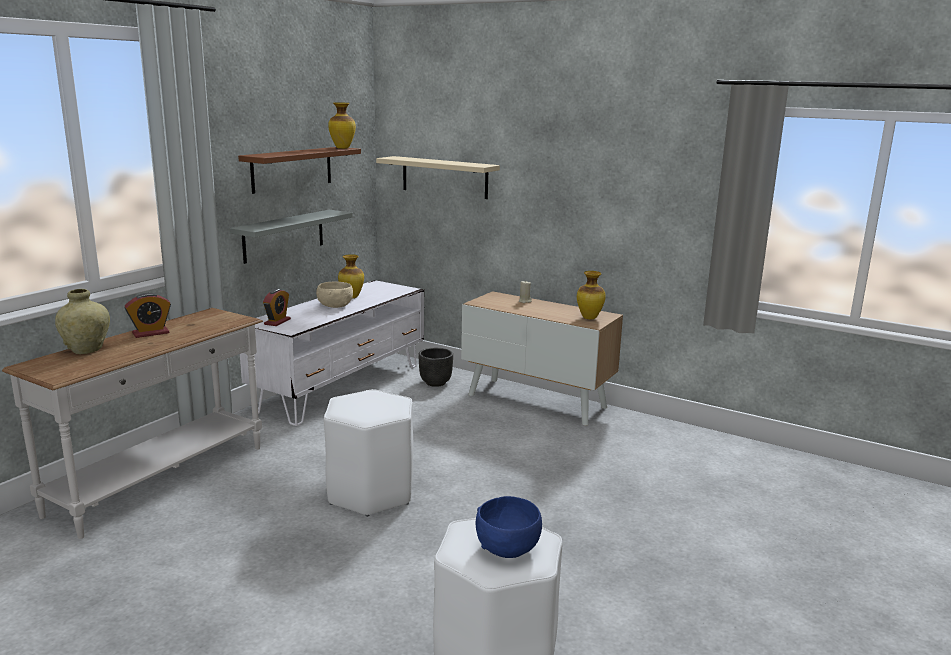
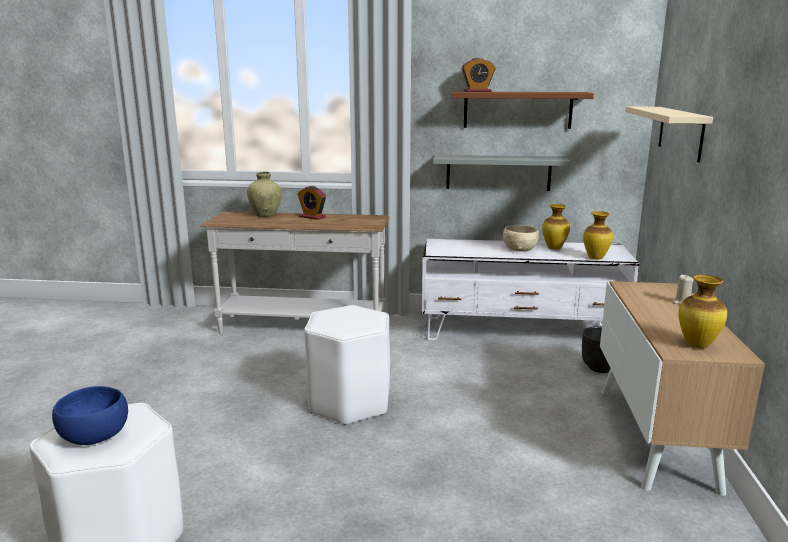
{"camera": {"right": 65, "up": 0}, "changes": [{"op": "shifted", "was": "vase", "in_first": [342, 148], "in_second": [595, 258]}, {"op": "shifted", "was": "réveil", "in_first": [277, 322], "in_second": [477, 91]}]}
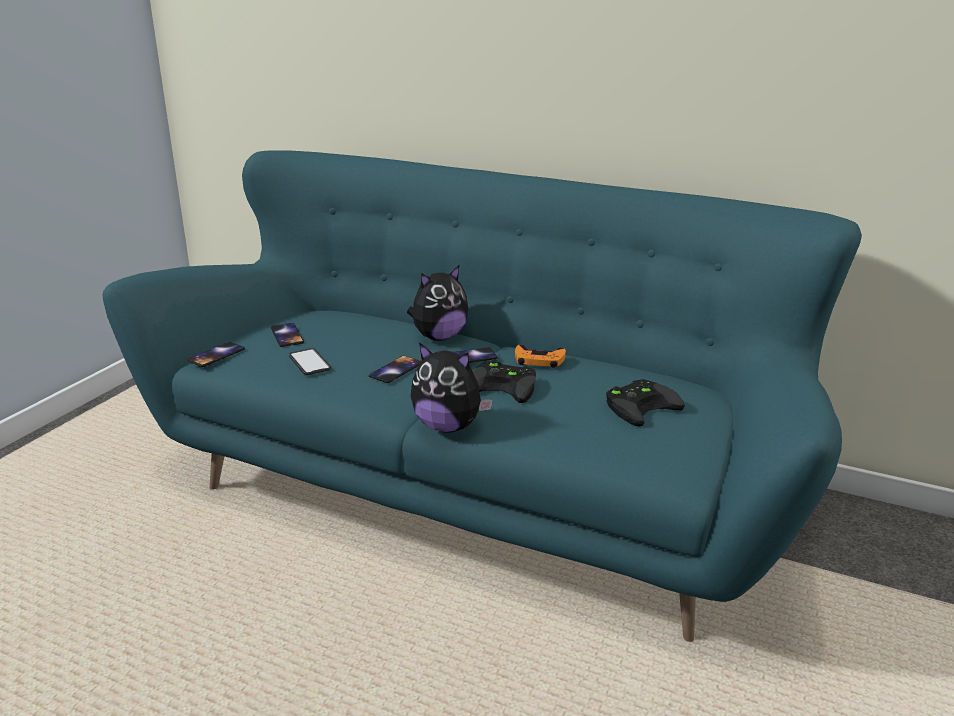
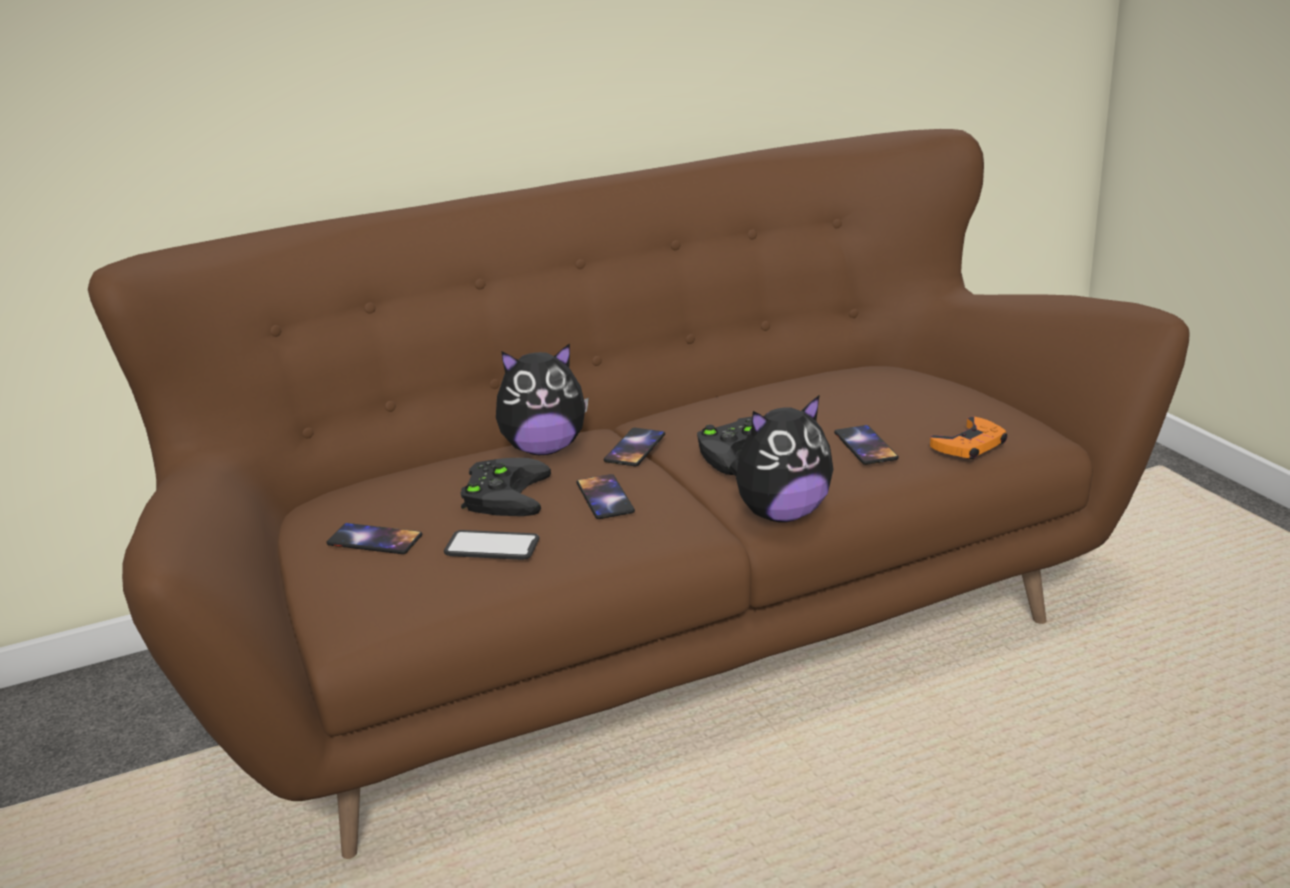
{"camera": {"right": -50, "up": 0}, "changes": [{"op": "repainted", "was": "canapé [turquoise]", "now": "canapé [marron]", "in_first": [476, 491], "in_second": [654, 638]}, {"op": "rotated", "was": "peluche", "in_first": [439, 337], "in_second": [543, 449], "clockwise": 75}, {"op": "shifted", "was": "téléphone", "in_first": [216, 355], "in_second": [865, 446]}, {"op": "shifted", "was": "manette [orange]", "in_first": [539, 360], "in_second": [970, 445]}, {"op": "shifted", "was": "manette [noir]", "in_first": [641, 405], "in_second": [502, 493]}]}
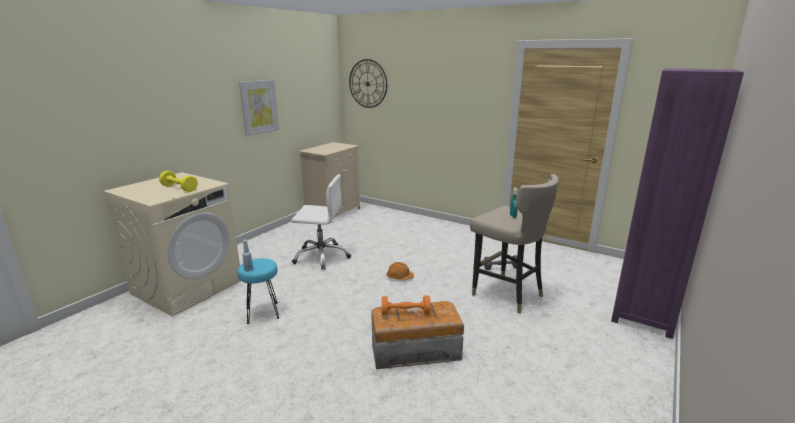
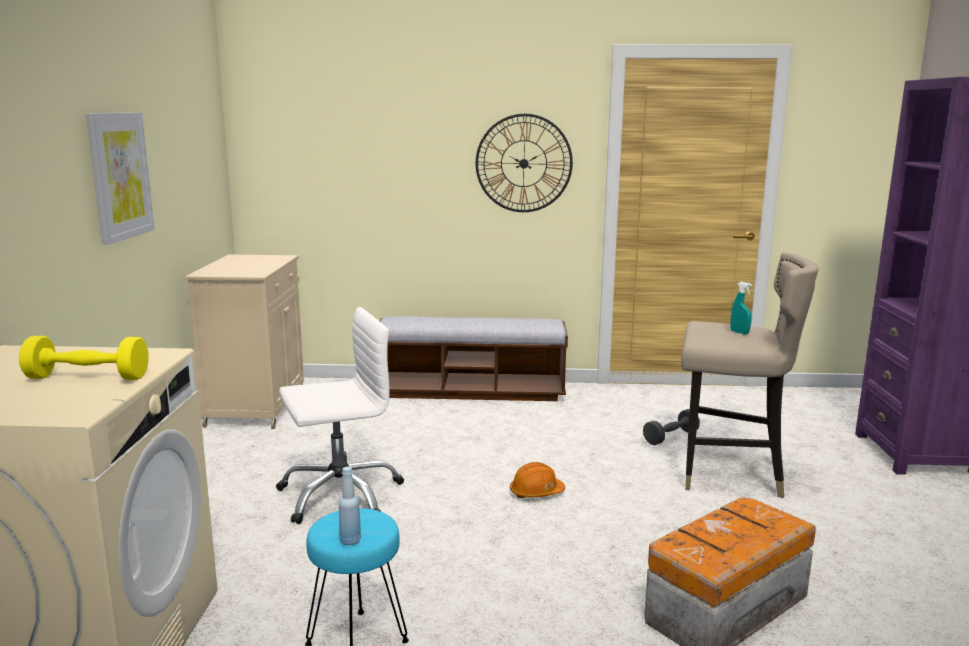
{"camera": {"right": -30, "up": -5}, "changes": [{"op": "shifted", "was": "horloge murale", "in_first": [367, 83], "in_second": [523, 163]}, {"op": "gone", "was": "haltère [orange]", "in_first": [405, 313]}, {"op": "new", "now": "banc", "in_second": [471, 391]}]}
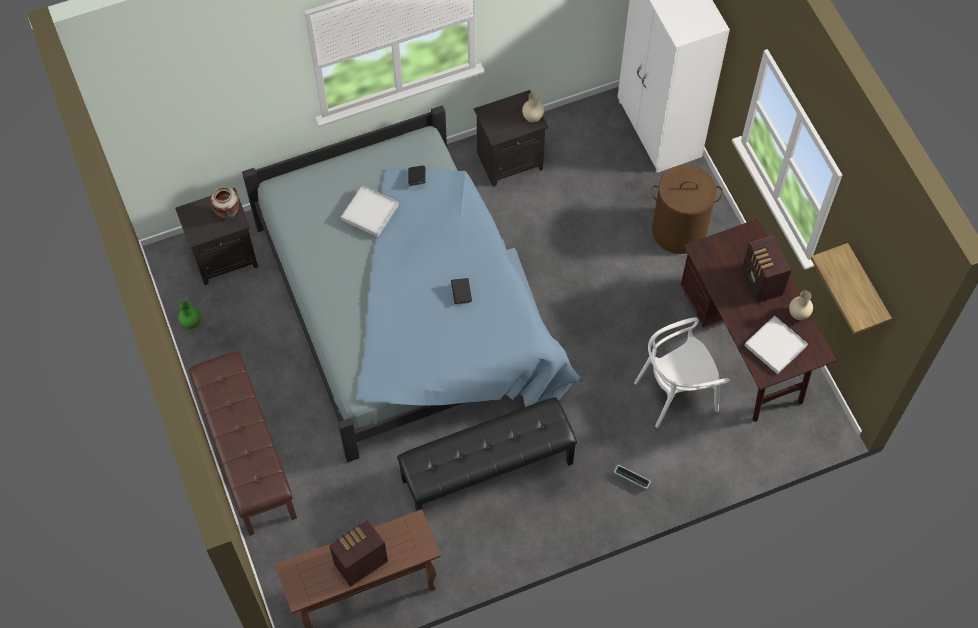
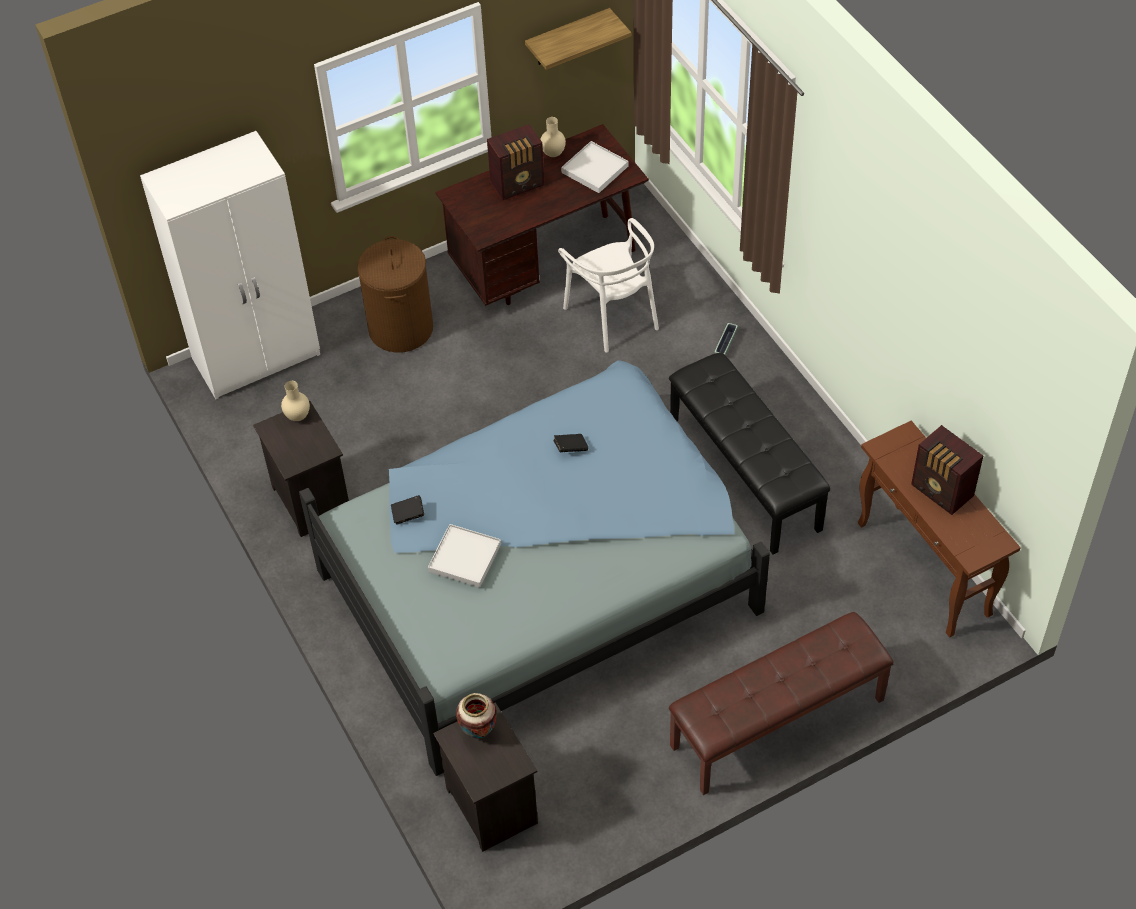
{"camera": {"right": -95, "up": -10}, "changes": [{"op": "gone", "was": "vase [vert]", "in_first": [192, 323]}]}
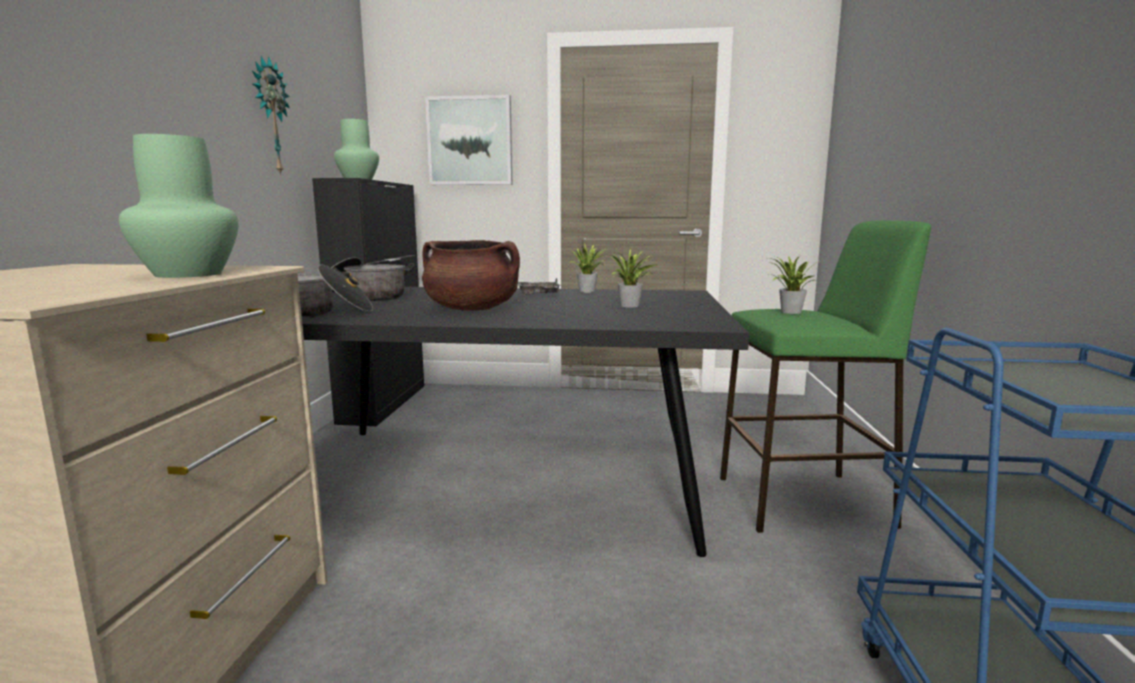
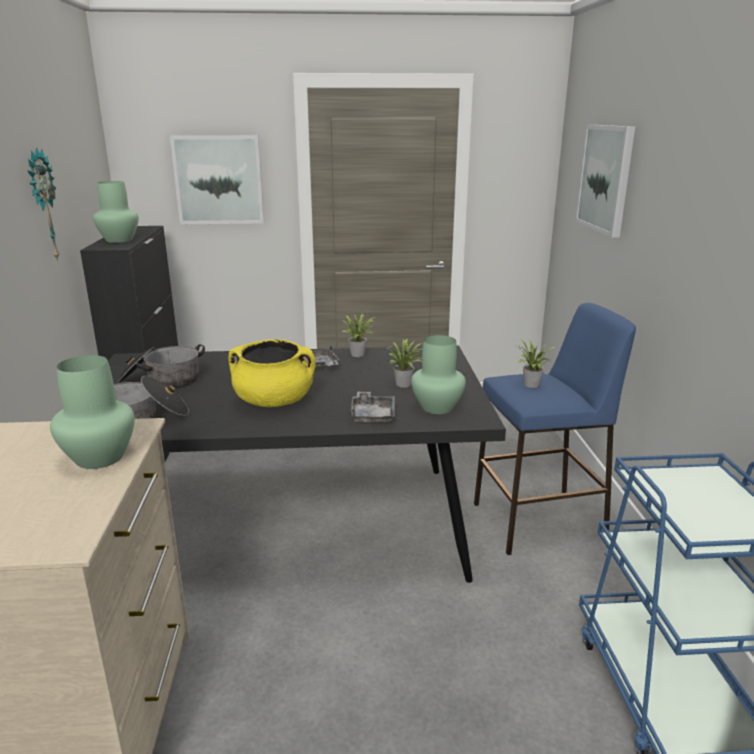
{"camera": {"right": -10, "up": 10}, "changes": [{"op": "repainted", "was": "tabouret [vert]", "now": "tabouret [bleu]", "in_first": [804, 501], "in_second": [539, 521]}, {"op": "repainted", "was": "marmite [marron]", "now": "marmite [jaune]", "in_first": [472, 309], "in_second": [274, 401]}, {"op": "new", "now": "tableau", "in_second": [606, 178]}, {"op": "new", "now": "vase [vert]", "in_second": [436, 407]}, {"op": "new", "now": "plateau [gris]", "in_second": [372, 415]}]}
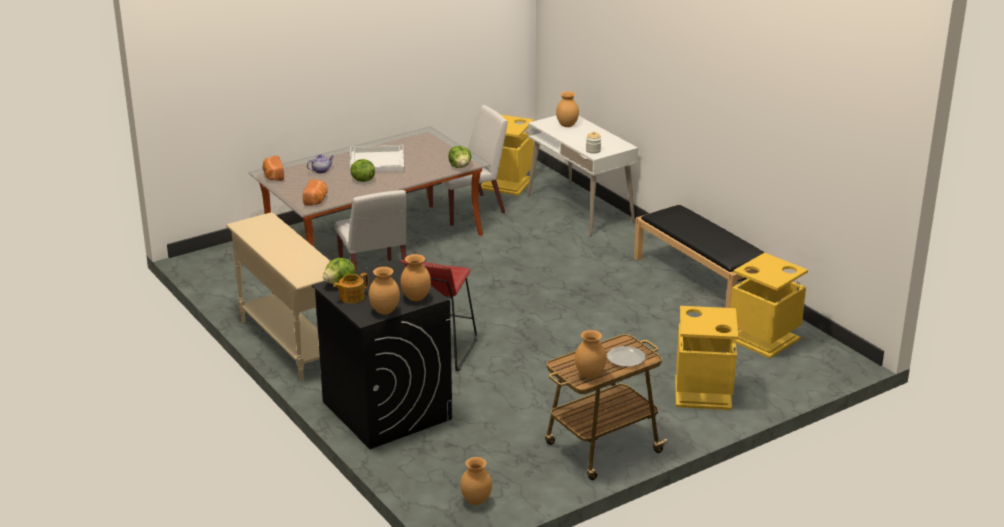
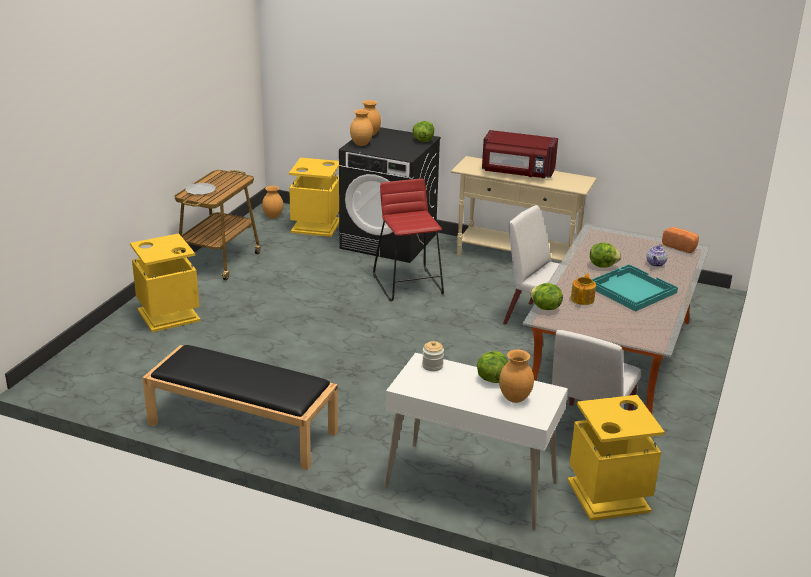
{"camera": {"right": 145, "up": 0}, "changes": [{"op": "repainted", "was": "plateau [blanc]", "now": "plateau [turquoise]", "in_first": [377, 161], "in_second": [630, 289]}, {"op": "gone", "was": "pain", "in_first": [316, 200]}, {"op": "shifted", "was": "poubelle [jaune]", "in_first": [763, 339], "in_second": [317, 226]}, {"op": "shifted", "was": "théière", "in_first": [351, 297], "in_second": [583, 299]}, {"op": "gone", "was": "vase [marron]", "in_first": [590, 375]}, {"op": "new", "now": "micro-ondes [rouge]", "in_second": [517, 173]}, {"op": "new", "now": "laitue", "in_second": [491, 379]}]}
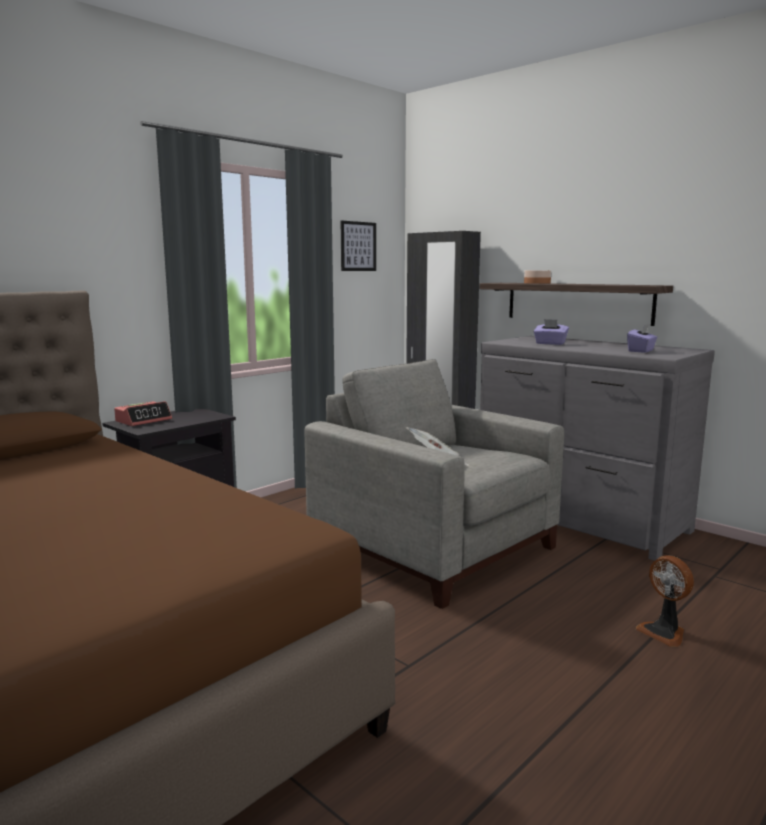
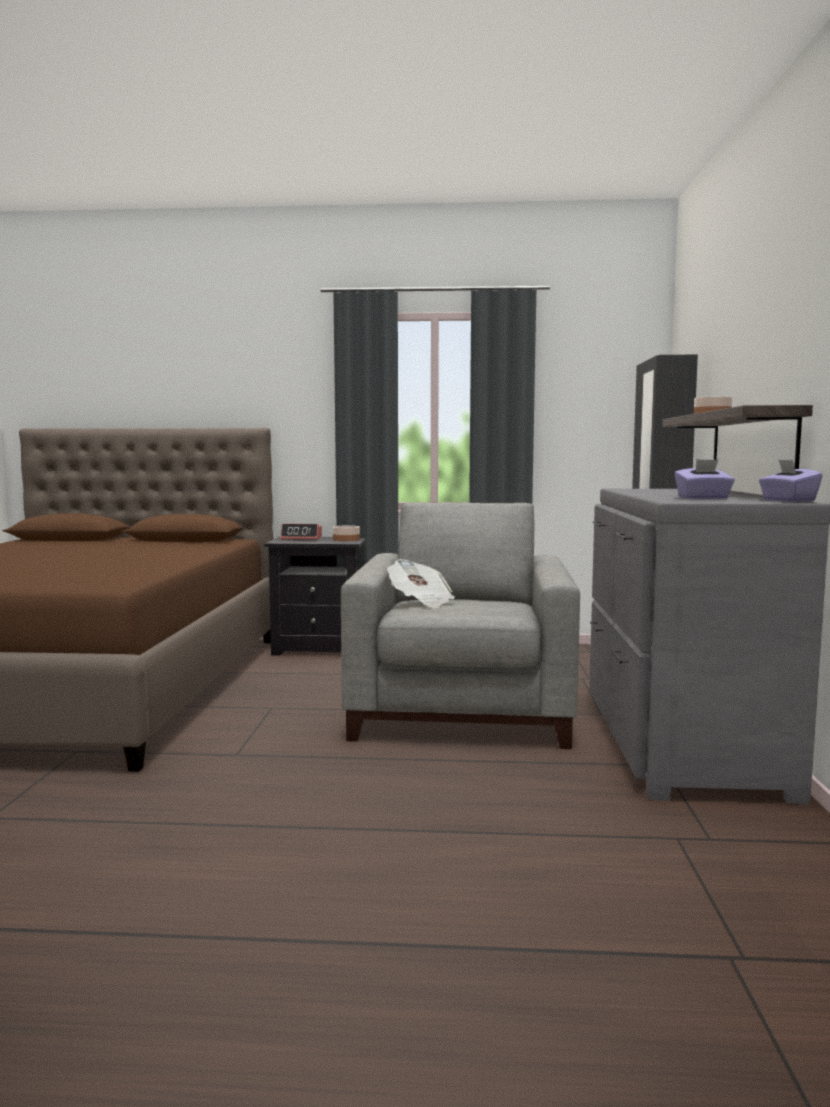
{"camera": {"right": 50, "up": -5}, "changes": [{"op": "gone", "was": "tableau", "in_first": [358, 246]}, {"op": "shifted", "was": "boîte à mouchoirs [violet]", "in_first": [550, 343], "in_second": [787, 501]}, {"op": "gone", "was": "ventilateur", "in_first": [664, 632]}, {"op": "new", "now": "bol", "in_second": [345, 539]}]}
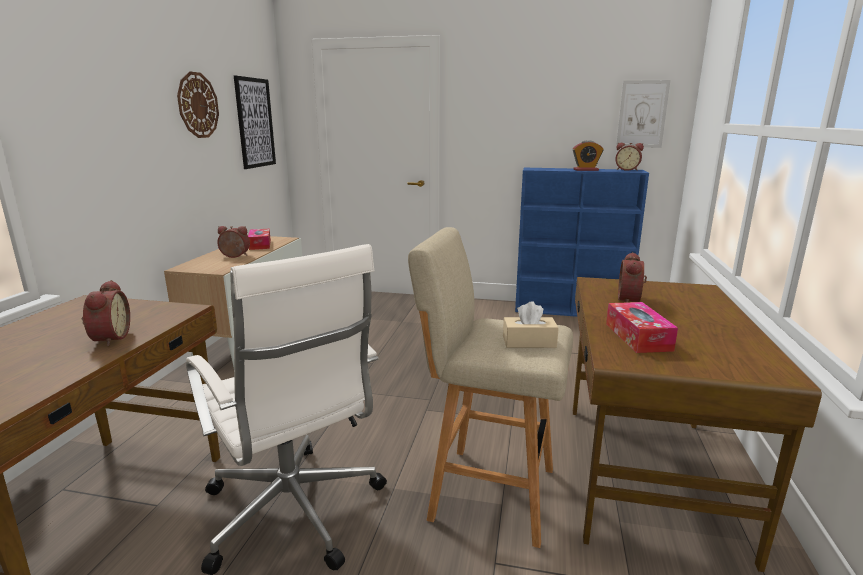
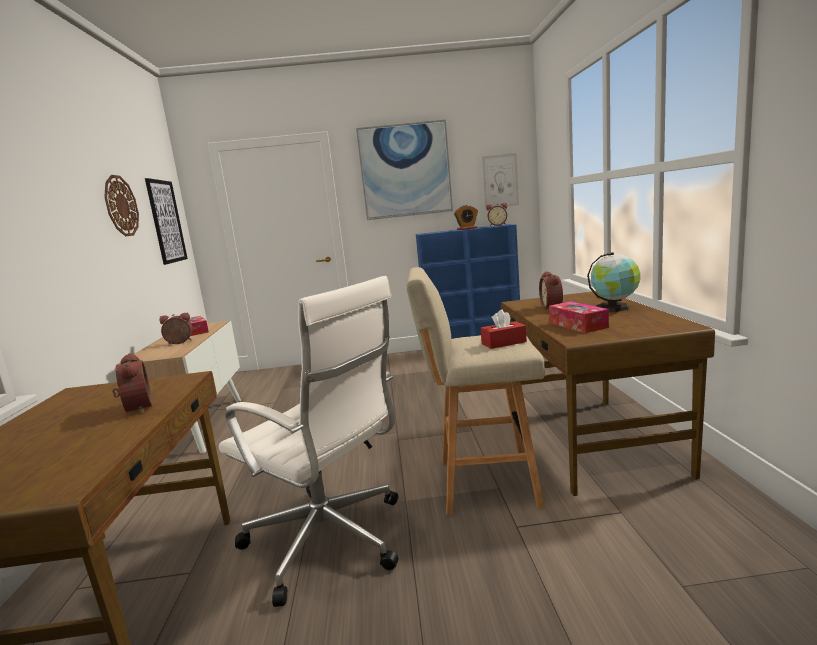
{"camera": {"right": -15, "up": -5}, "changes": [{"op": "repainted", "was": "boîte à mouchoirs [beige]", "now": "boîte à mouchoirs [rouge]", "in_first": [529, 342], "in_second": [503, 343]}, {"op": "new", "now": "tableau", "in_second": [405, 170]}, {"op": "new", "now": "globe", "in_second": [614, 308]}]}
